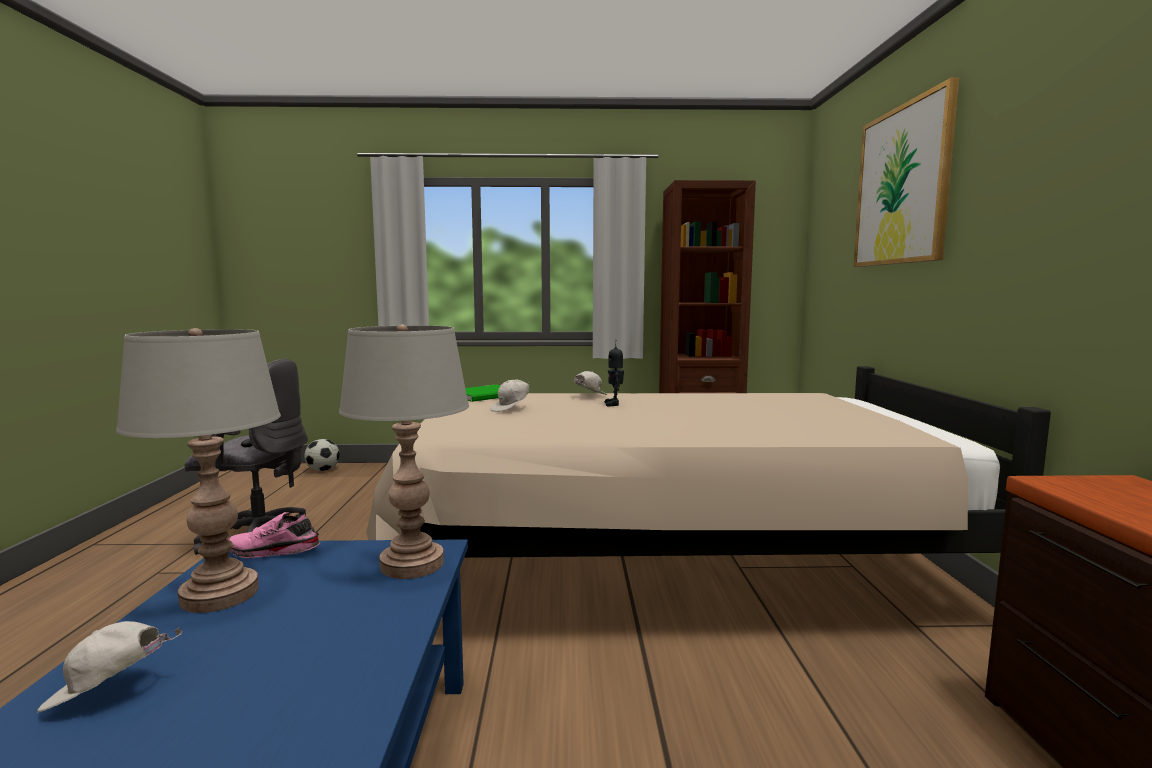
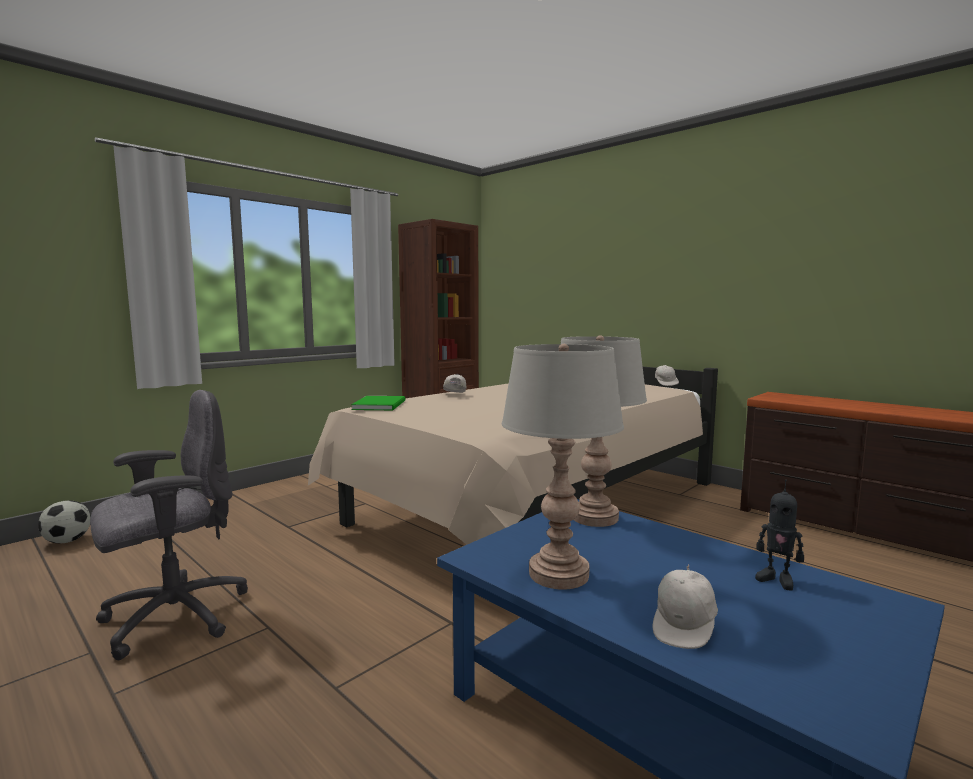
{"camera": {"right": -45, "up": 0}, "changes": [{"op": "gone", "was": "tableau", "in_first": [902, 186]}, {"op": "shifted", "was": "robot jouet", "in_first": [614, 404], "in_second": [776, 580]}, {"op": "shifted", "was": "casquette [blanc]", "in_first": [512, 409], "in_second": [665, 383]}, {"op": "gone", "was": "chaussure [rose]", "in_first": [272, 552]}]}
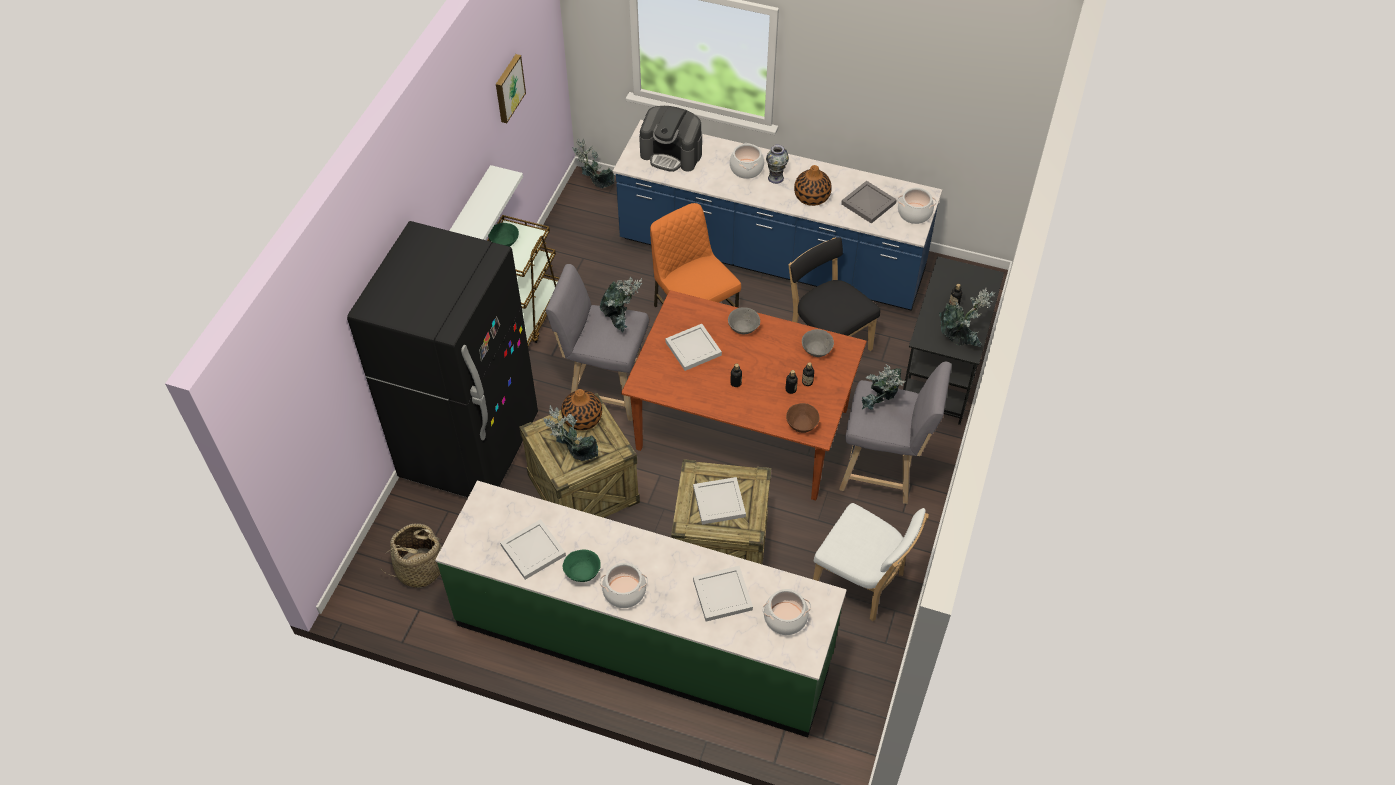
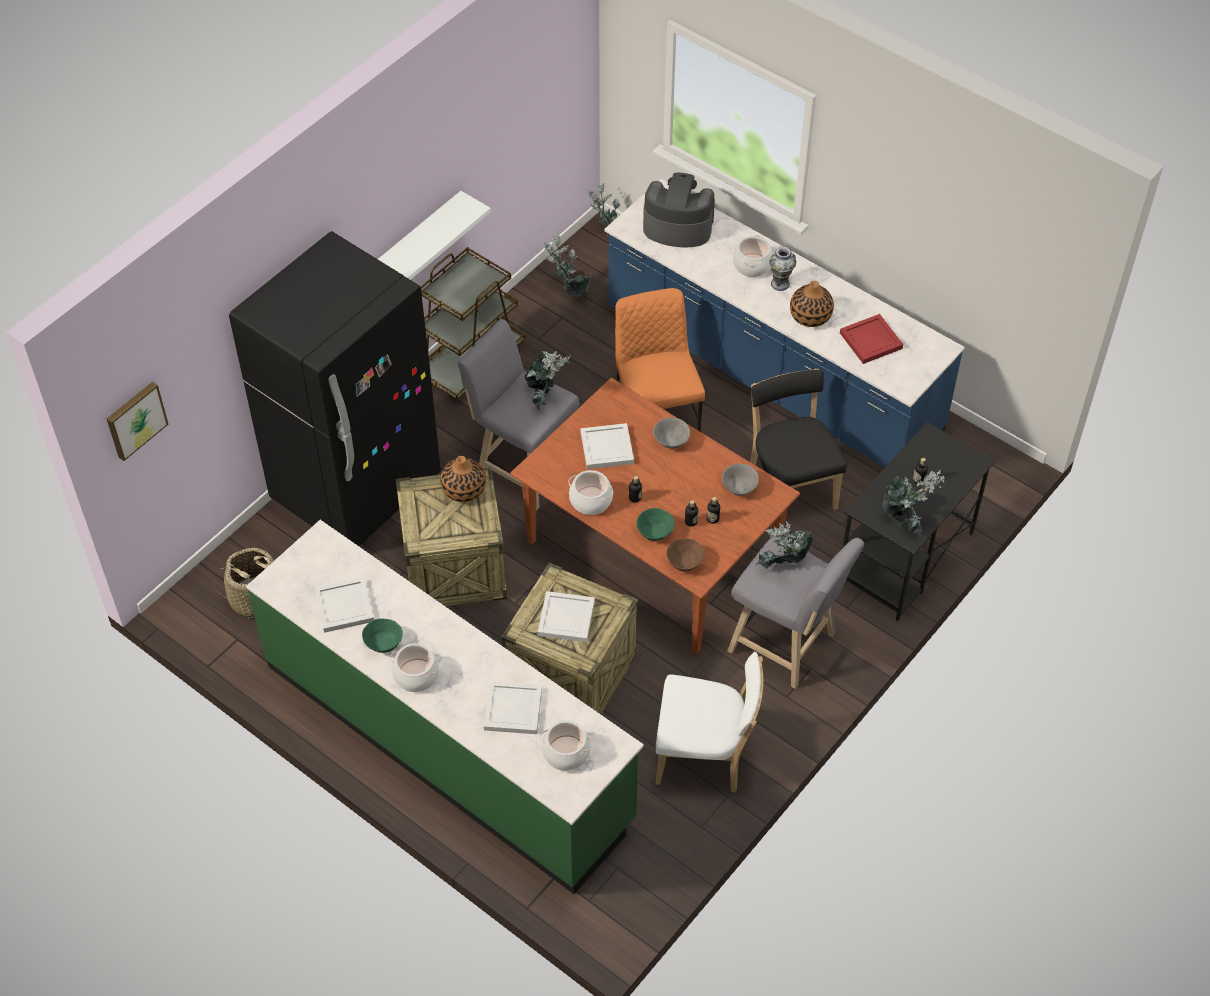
{"camera": {"right": 20, "up": 0}, "changes": [{"op": "shifted", "was": "tableau", "in_first": [508, 88], "in_second": [135, 419]}, {"op": "rotated", "was": "machine à café", "in_first": [672, 154], "in_second": [677, 226], "clockwise": 150}, {"op": "repainted", "was": "plateau [gris]", "now": "plateau [rouge]", "in_first": [867, 203], "in_second": [870, 340]}, {"op": "shifted", "was": "marmite", "in_first": [914, 213], "in_second": [591, 500]}, {"op": "shifted", "was": "bol [vert]", "in_first": [504, 242], "in_second": [655, 533]}, {"op": "shifted", "was": "plante en pot", "in_first": [574, 454], "in_second": [569, 290]}, {"op": "rotated", "was": "chaise [blanc]", "in_first": [862, 583], "in_second": [705, 757], "clockwise": -45}]}
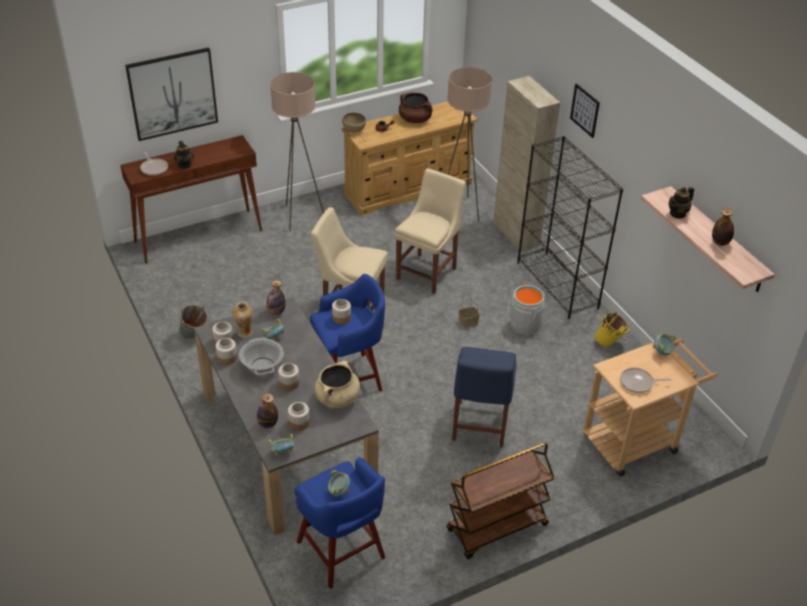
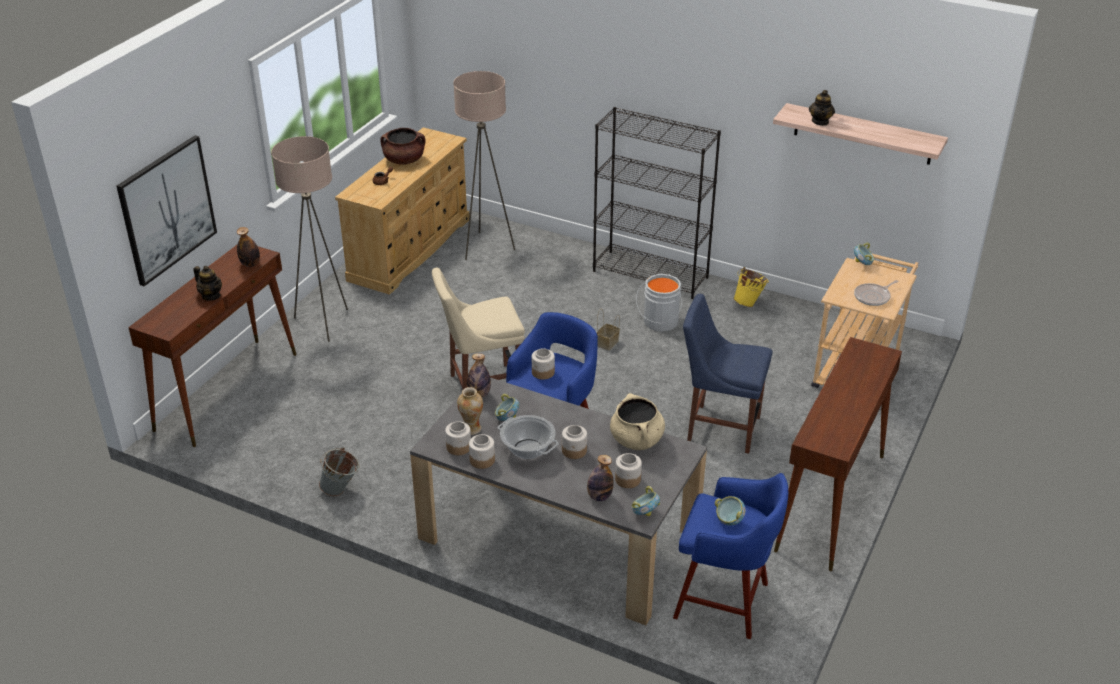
{"camera": {"right": -35, "up": -5}, "changes": [{"op": "gone", "was": "meuble de rangement [beige]", "in_first": [516, 234]}, {"op": "gone", "was": "tableau", "in_first": [585, 110]}, {"op": "gone", "was": "bol [marron]", "in_first": [354, 131]}, {"op": "gone", "was": "poêle", "in_first": [154, 168]}, {"op": "gone", "was": "chaise [beige]", "in_first": [428, 272]}, {"op": "shifted", "was": "bouteille", "in_first": [720, 242], "in_second": [250, 264]}, {"op": "rotated", "was": "chaise [bleu]", "in_first": [479, 426], "in_second": [719, 427], "clockwise": 135}, {"op": "swapped", "was": "chariot [marron]", "now": "table console [marron]", "in_first": [496, 528], "in_second": [830, 503]}]}
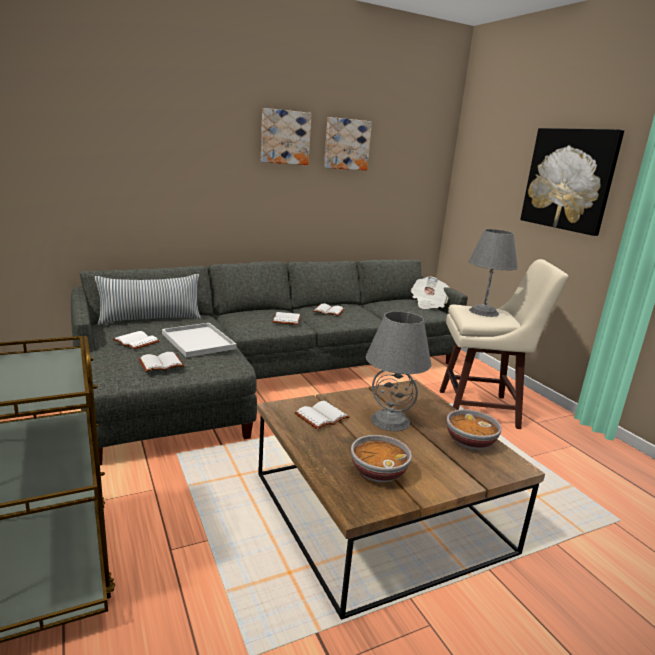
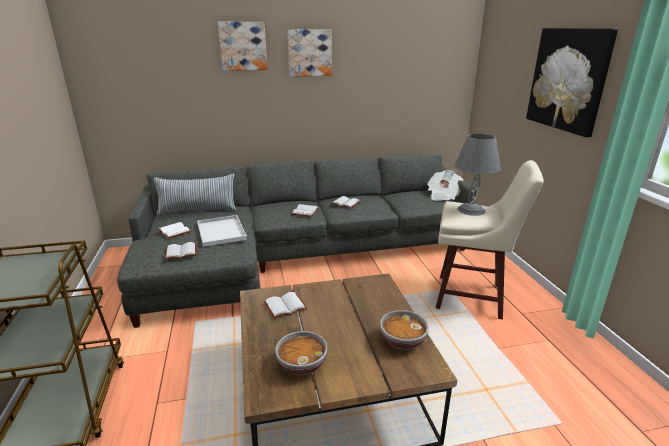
{"camera": {"right": 15, "up": 5}, "changes": [{"op": "shifted", "was": "tableau", "in_first": [346, 144], "in_second": [243, 46]}, {"op": "gone", "was": "lampe de table [gris]", "in_first": [390, 420]}]}
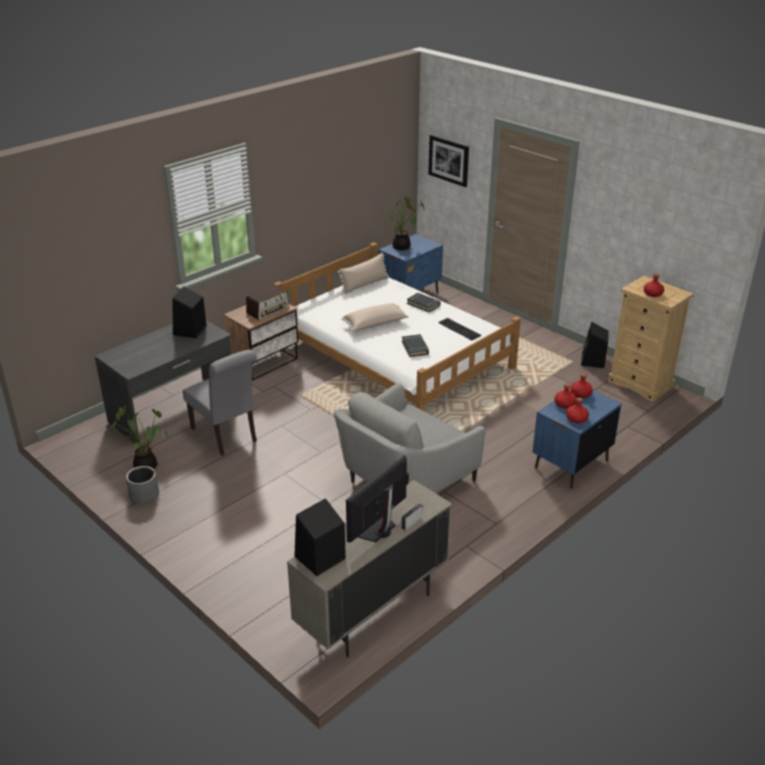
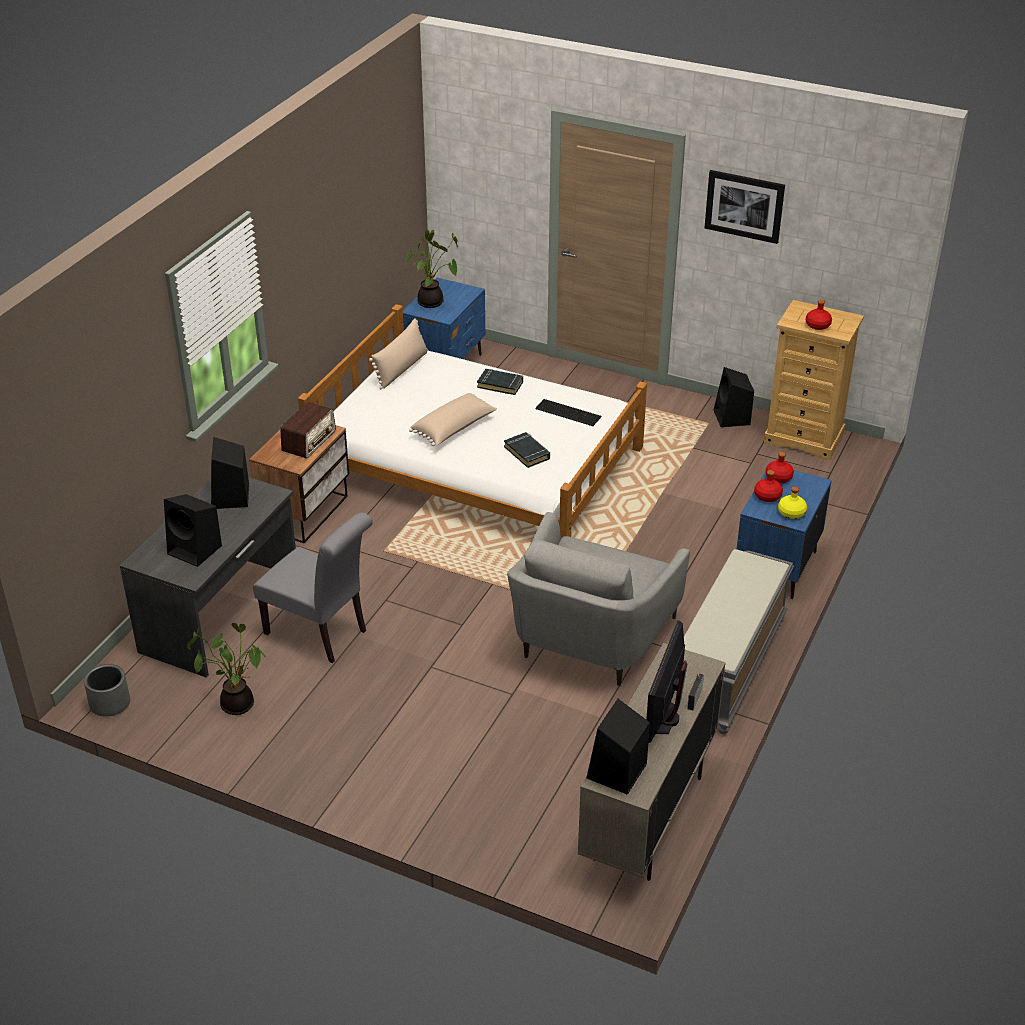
{"camera": {"right": -20, "up": 5}, "changes": [{"op": "shifted", "was": "tableau", "in_first": [449, 160], "in_second": [744, 206]}, {"op": "repainted", "was": "bouteille [rouge]", "now": "bouteille [jaune]", "in_first": [576, 418], "in_second": [791, 512]}, {"op": "shifted", "was": "cache-pot [gris]", "in_first": [144, 495], "in_second": [110, 703]}, {"op": "new", "now": "enceinte [noir]", "in_second": [196, 550]}, {"op": "new", "now": "banc [gris]", "in_second": [728, 667]}]}
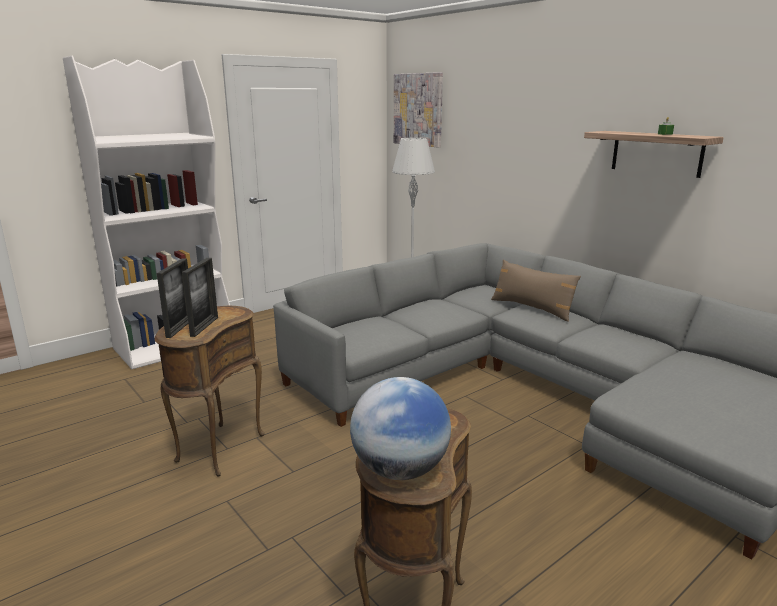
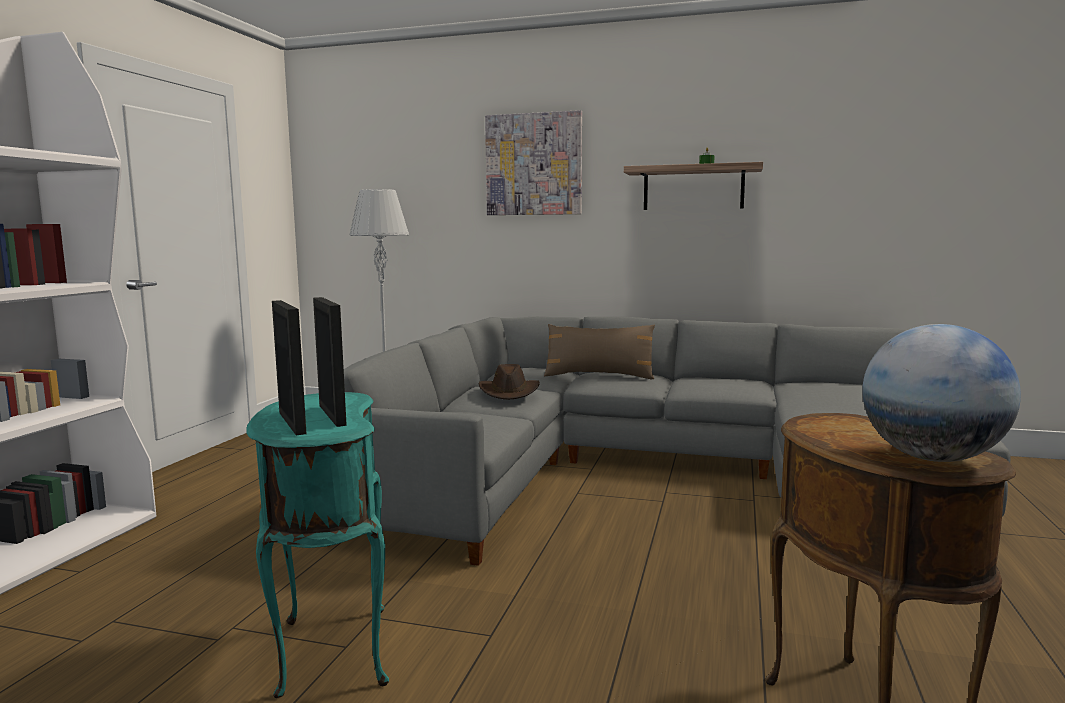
{"camera": {"right": -35, "up": -10}, "changes": [{"op": "shifted", "was": "tableau", "in_first": [418, 109], "in_second": [534, 164]}, {"op": "repainted", "was": "table d'appoint [marron]", "now": "table d'appoint [turquoise]", "in_first": [217, 448], "in_second": [328, 652]}, {"op": "new", "now": "chapeau [marron]", "in_second": [509, 392]}]}
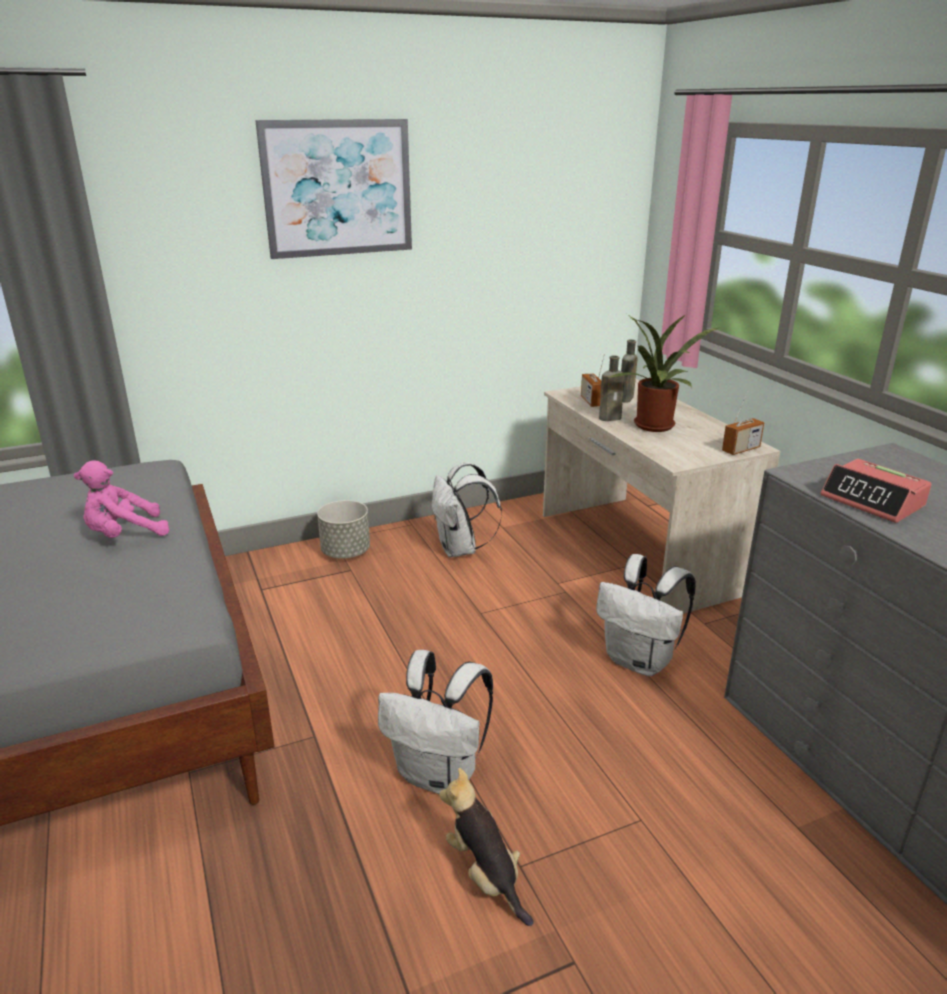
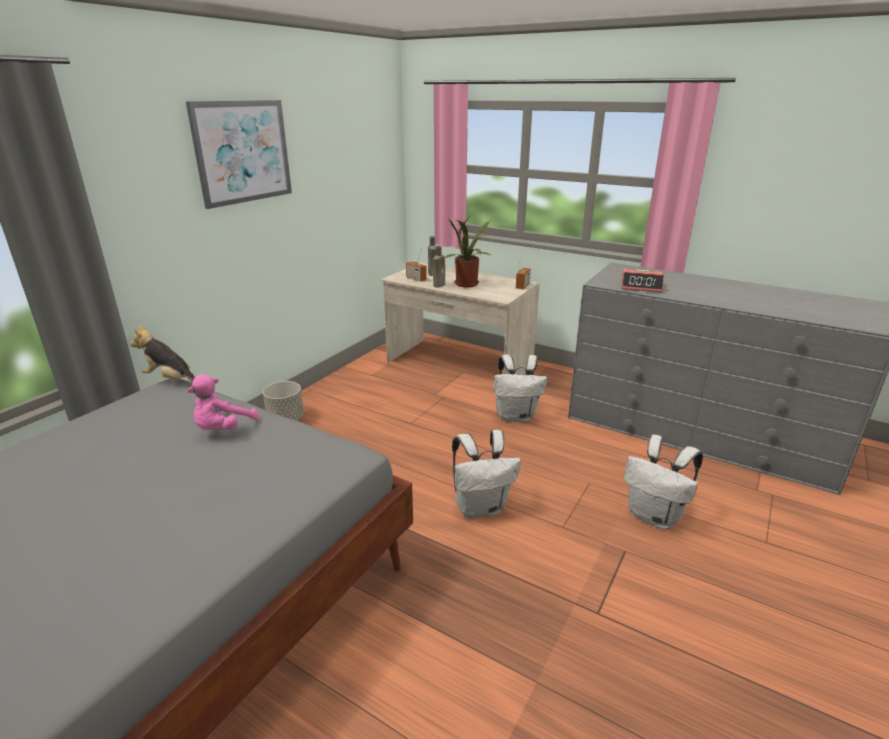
{"camera": {"right": -35, "up": 0}, "changes": [{"op": "shifted", "was": "sac à dos [blanc]", "in_first": [460, 549], "in_second": [655, 516]}, {"op": "shifted", "was": "peluche", "in_first": [485, 874], "in_second": [171, 380]}]}
